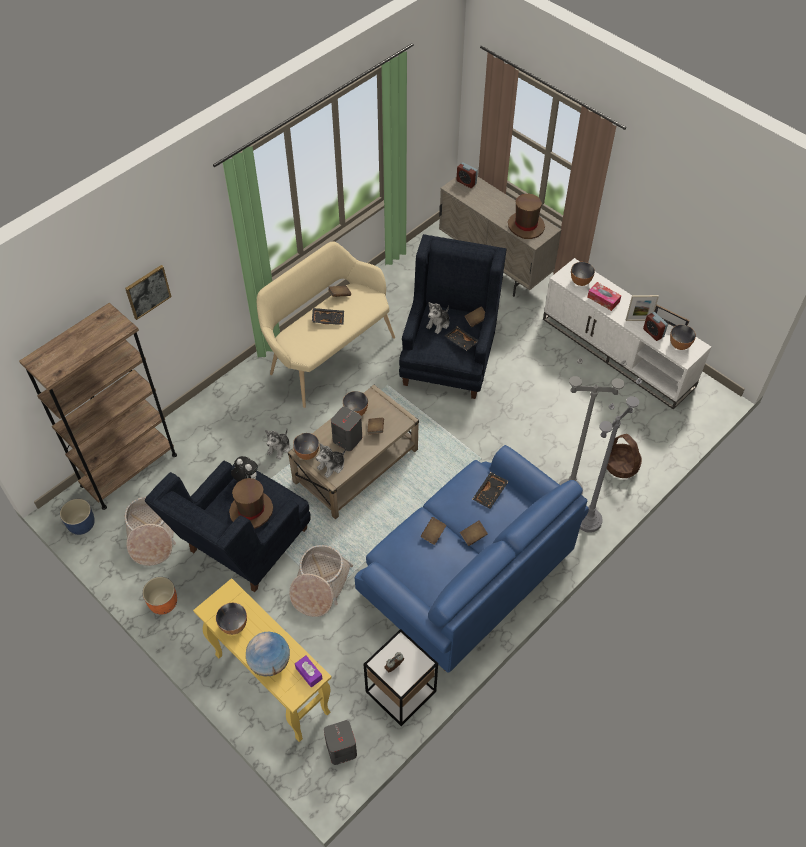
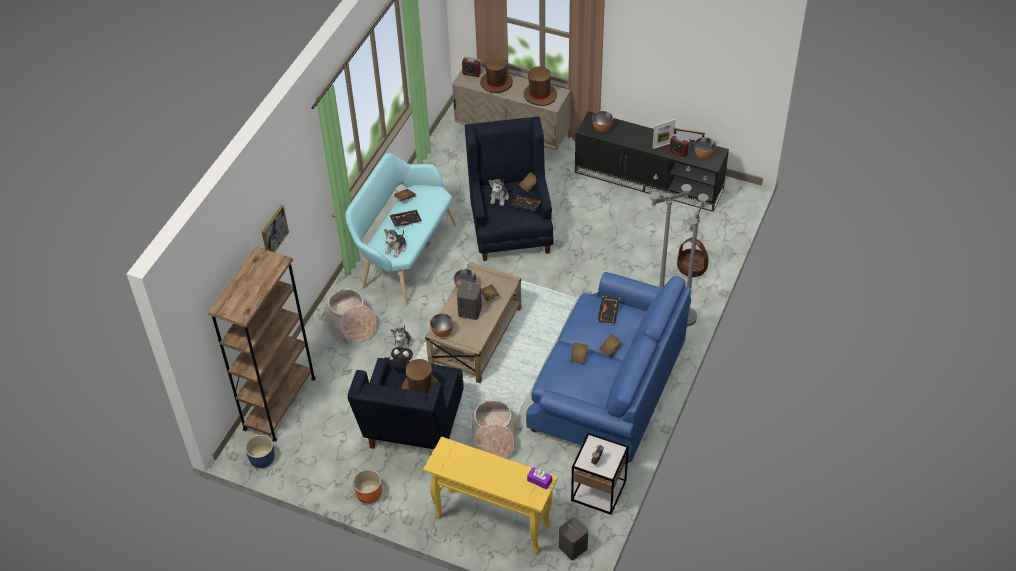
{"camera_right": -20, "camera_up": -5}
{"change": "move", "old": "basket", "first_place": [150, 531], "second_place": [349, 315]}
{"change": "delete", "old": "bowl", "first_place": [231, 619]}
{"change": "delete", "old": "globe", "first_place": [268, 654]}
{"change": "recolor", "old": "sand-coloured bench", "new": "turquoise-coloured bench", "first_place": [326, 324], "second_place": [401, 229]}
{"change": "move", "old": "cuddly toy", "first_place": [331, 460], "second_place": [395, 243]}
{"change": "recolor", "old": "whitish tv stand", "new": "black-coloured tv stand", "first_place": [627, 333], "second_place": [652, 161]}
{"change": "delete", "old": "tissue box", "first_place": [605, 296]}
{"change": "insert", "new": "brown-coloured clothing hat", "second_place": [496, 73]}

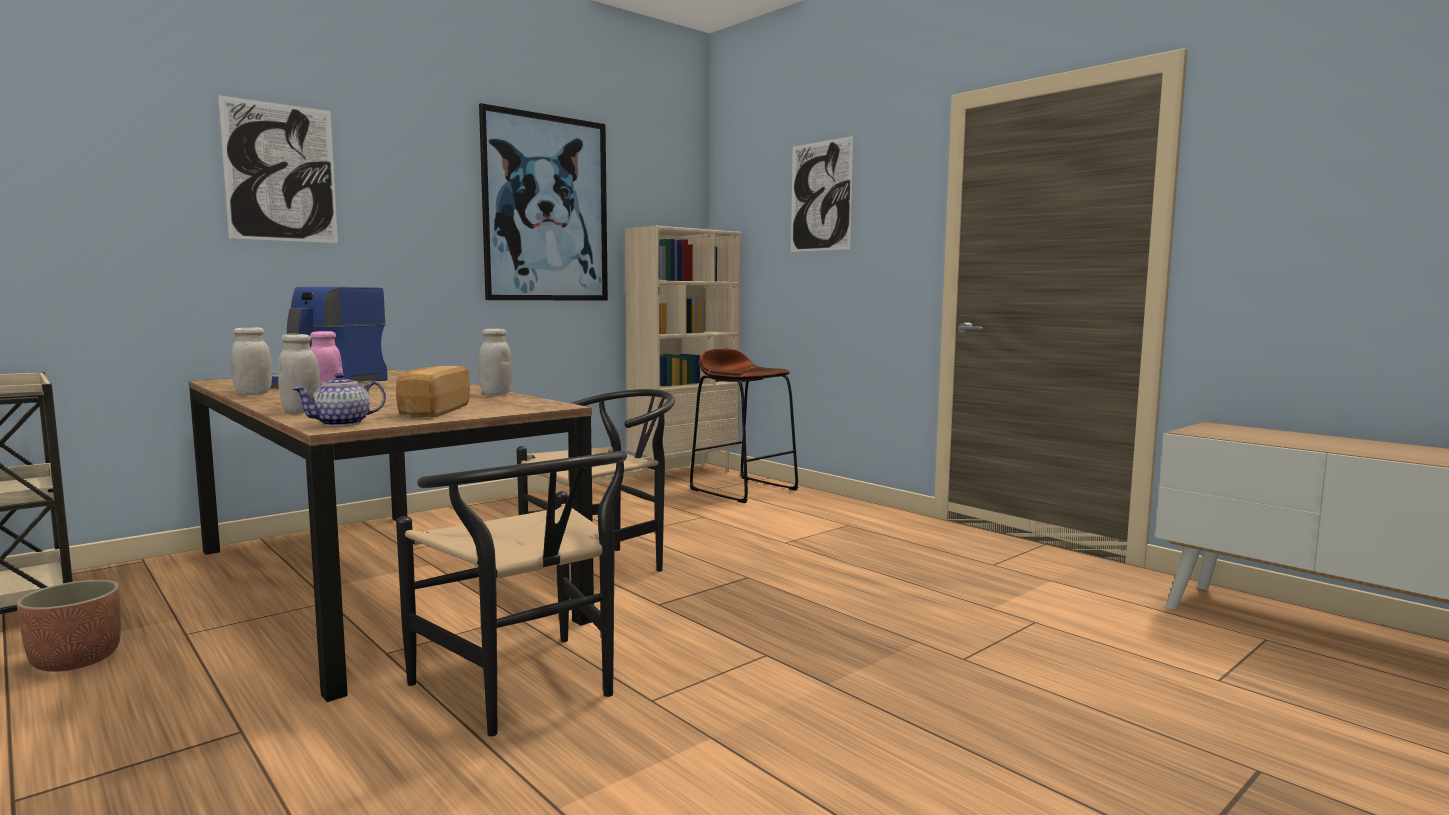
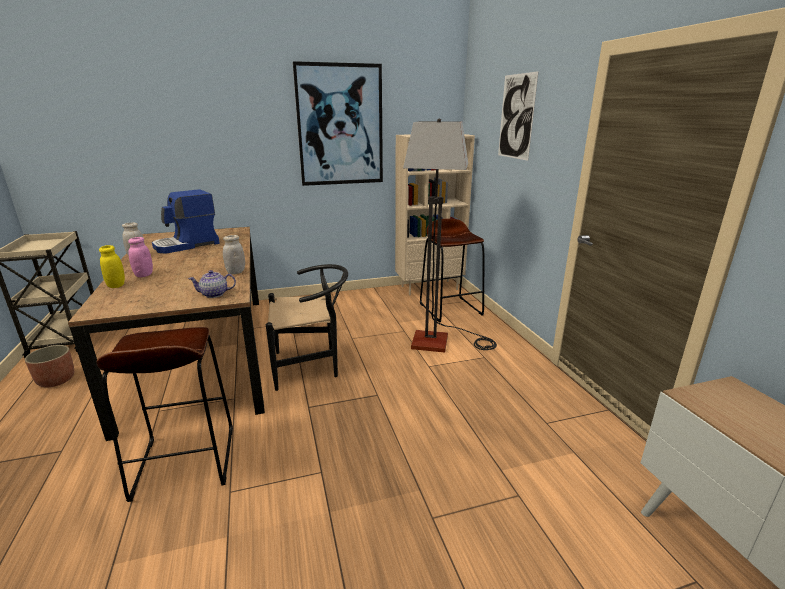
{"camera_right": 25, "camera_up": 15}
{"change": "delete", "old": "picture", "first_place": [278, 169]}
{"change": "recolor", "old": "whitish preserve jar", "new": "yellowish preserve jar", "first_place": [299, 373], "second_place": [112, 266]}
{"change": "move", "old": "tea pot", "first_place": [339, 400], "second_place": [212, 284]}
{"change": "delete", "old": "bread", "first_place": [433, 391]}
{"change": "replace", "old": "black-coloured plain chair", "new": "brown-coloured stool", "first_place": [511, 594], "second_place": [165, 414]}
{"change": "insert", "new": "floor lamp", "second_place": [450, 235]}

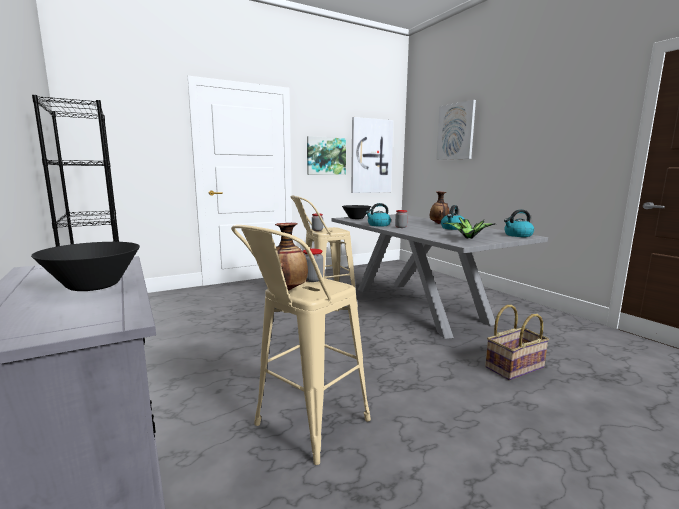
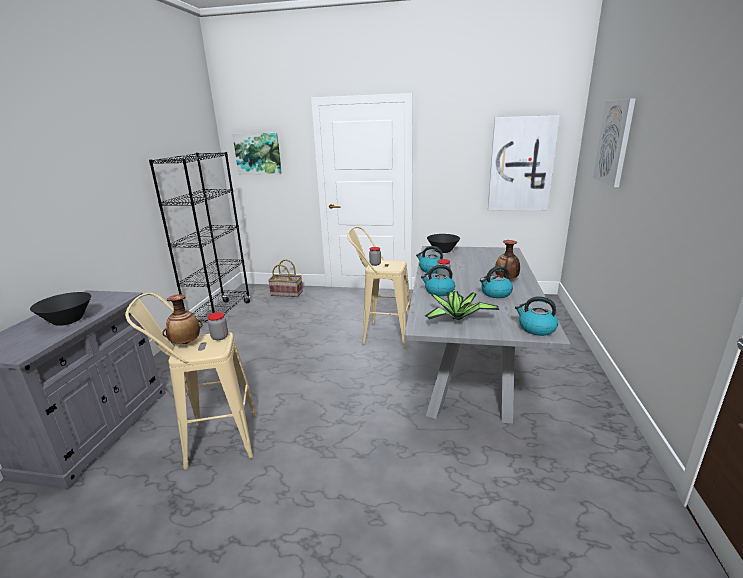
{"camera_right": 40, "camera_up": 10}
{"change": "move", "old": "picture", "first_place": [326, 155], "second_place": [257, 154]}
{"change": "move", "old": "basket", "first_place": [517, 342], "second_place": [285, 278]}
{"change": "insert", "new": "water kettle", "second_place": [438, 280]}

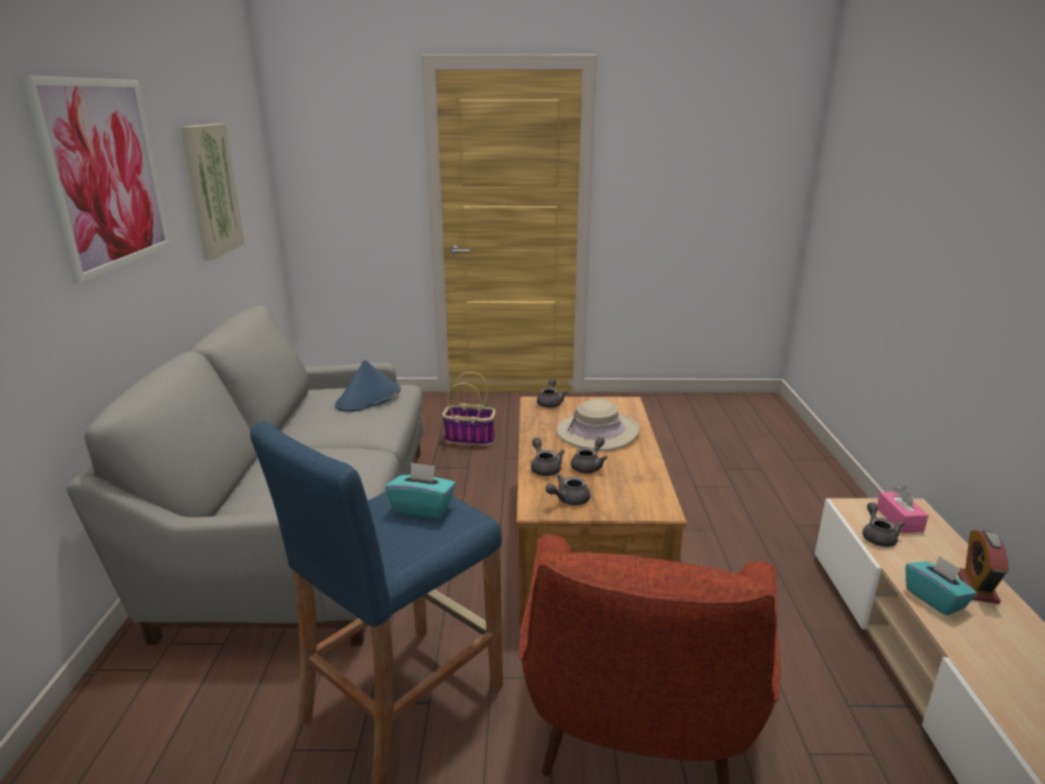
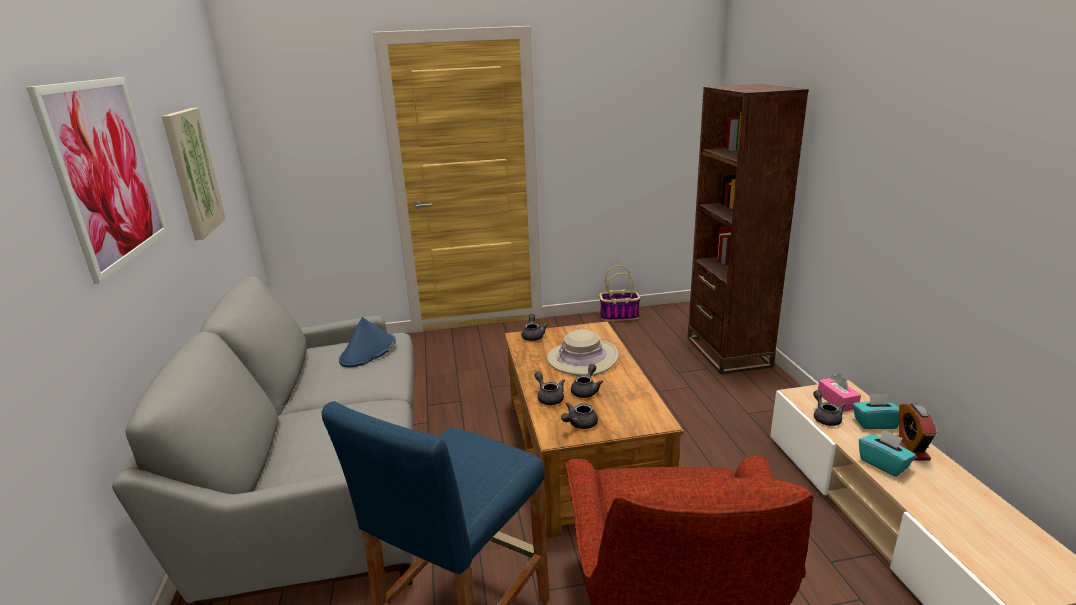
{"camera_right": -10, "camera_up": 0}
{"change": "move", "old": "turquoise-coloured tissue box", "first_place": [421, 490], "second_place": [876, 411]}
{"change": "move", "old": "basket", "first_place": [468, 409], "second_place": [619, 293]}
{"change": "insert", "new": "brown-coloured shelving unit", "second_place": [748, 229]}

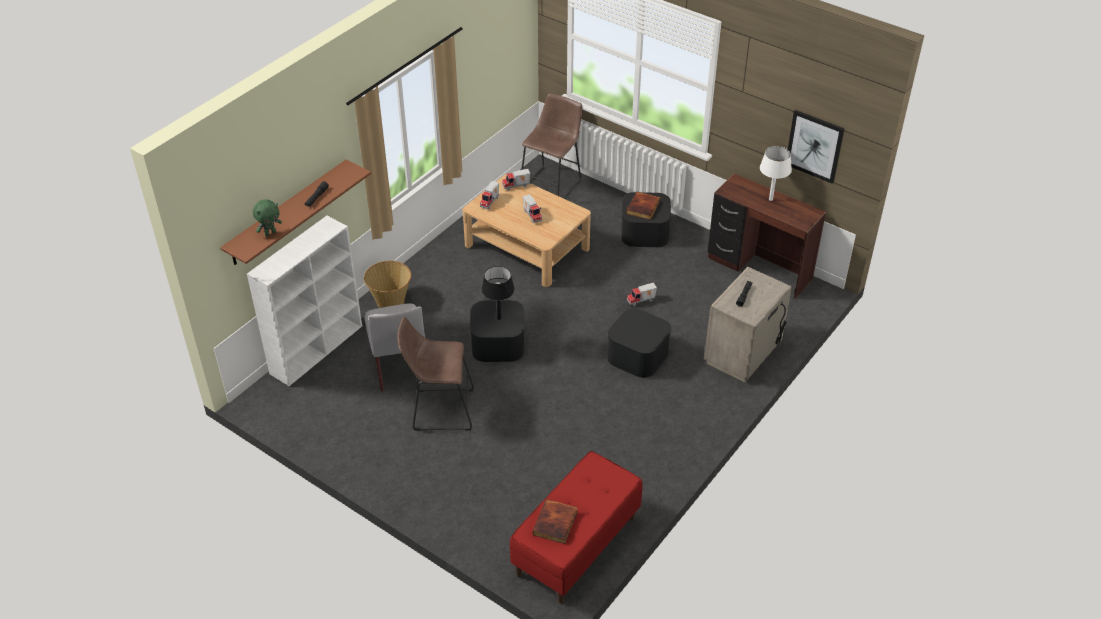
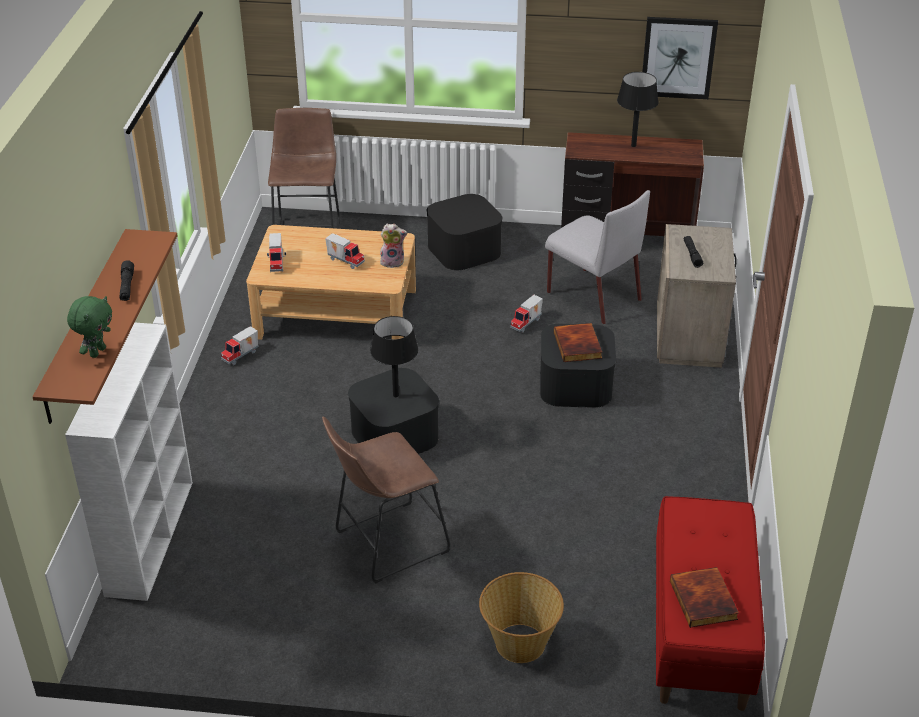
{"camera_right": -30, "camera_up": -5}
{"change": "move", "old": "basket", "first_place": [387, 284], "second_place": [521, 617]}
{"change": "move", "old": "gray plain chair", "first_place": [394, 347], "second_place": [597, 257]}
{"change": "move", "old": "toy truck", "first_place": [516, 180], "second_place": [240, 345]}
{"change": "move", "old": "bound book", "first_place": [643, 206], "second_place": [578, 342]}
{"change": "recolor", "old": "whitish tabletop lamp", "new": "black-coloured tabletop lamp", "first_place": [776, 173], "second_place": [638, 109]}
{"change": "insert", "new": "cuddly toy", "second_place": [393, 246]}

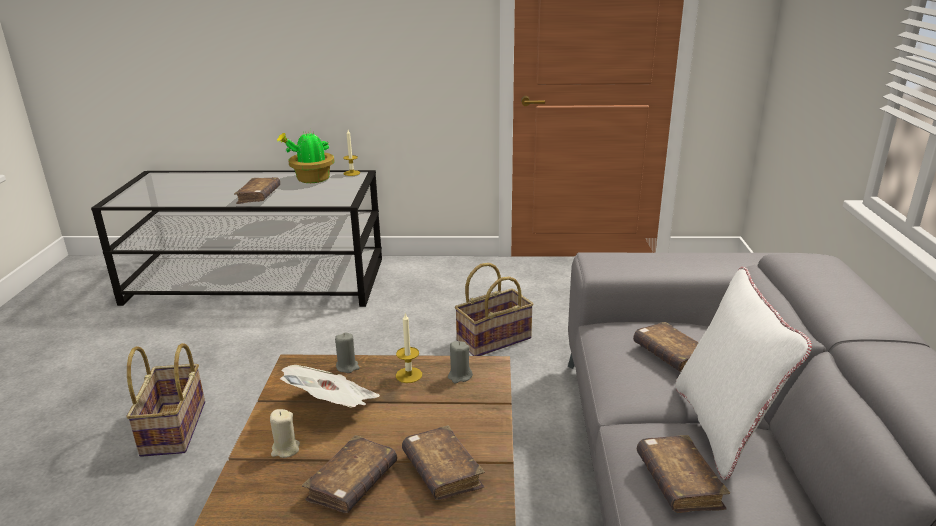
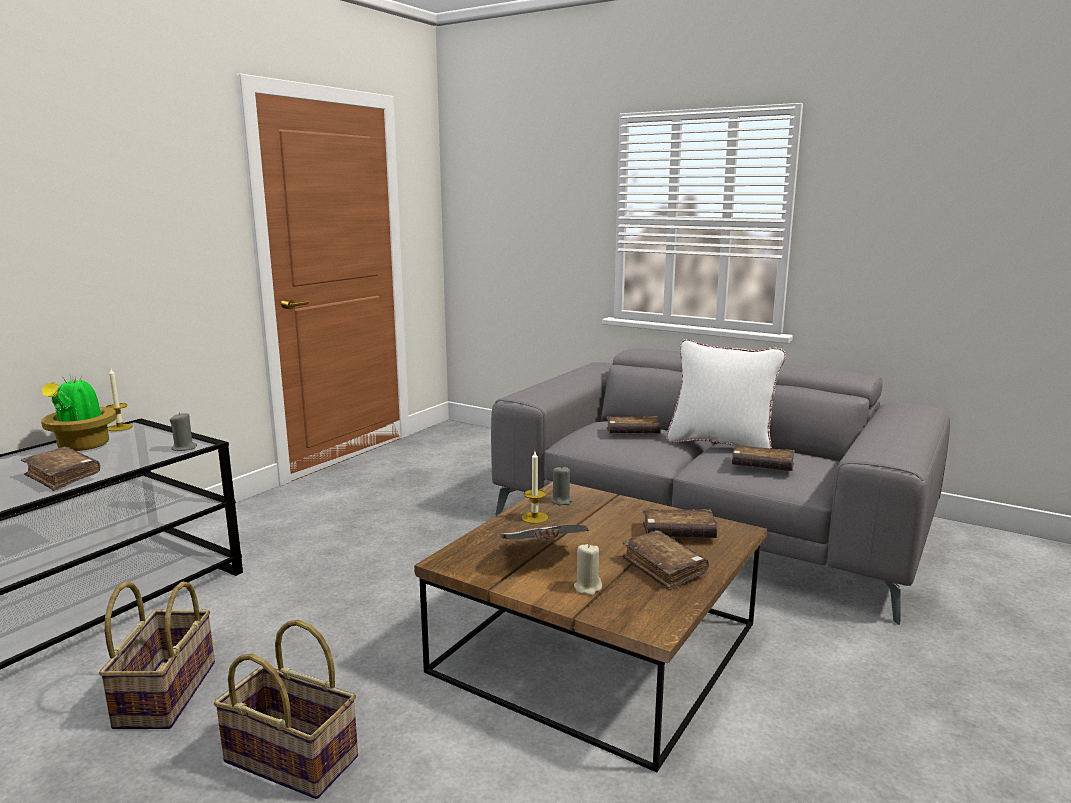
{"camera_right": -60, "camera_up": -10}
{"change": "move", "old": "gray wax candle", "first_place": [347, 352], "second_place": [183, 431]}
{"change": "move", "old": "basket", "first_place": [494, 309], "second_place": [157, 655]}

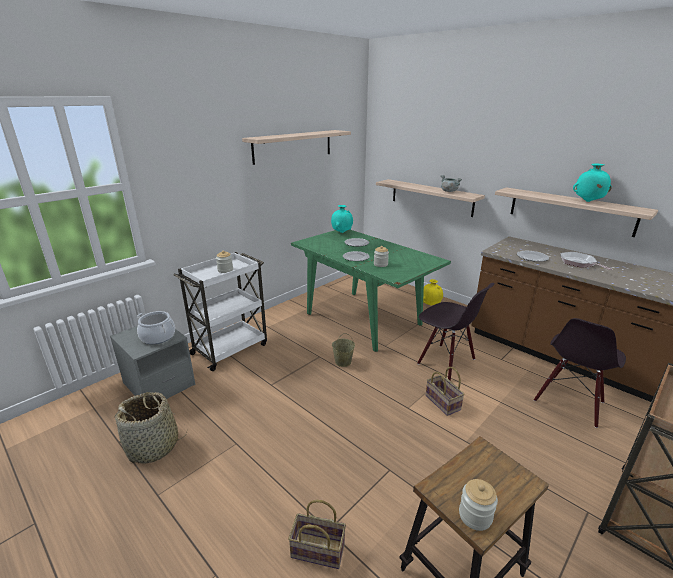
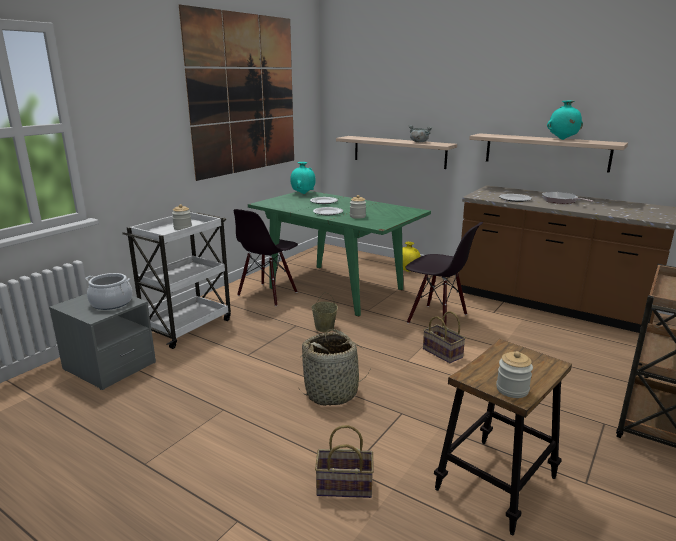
{"camera_right": -10, "camera_up": -5}
{"change": "move", "old": "basket", "first_place": [150, 428], "second_place": [334, 367]}
{"change": "replace", "old": "bracket shelf", "new": "picture", "first_place": [296, 147], "second_place": [236, 93]}
{"change": "move", "old": "black-coloured plain chair", "first_place": [580, 373], "second_place": [265, 257]}

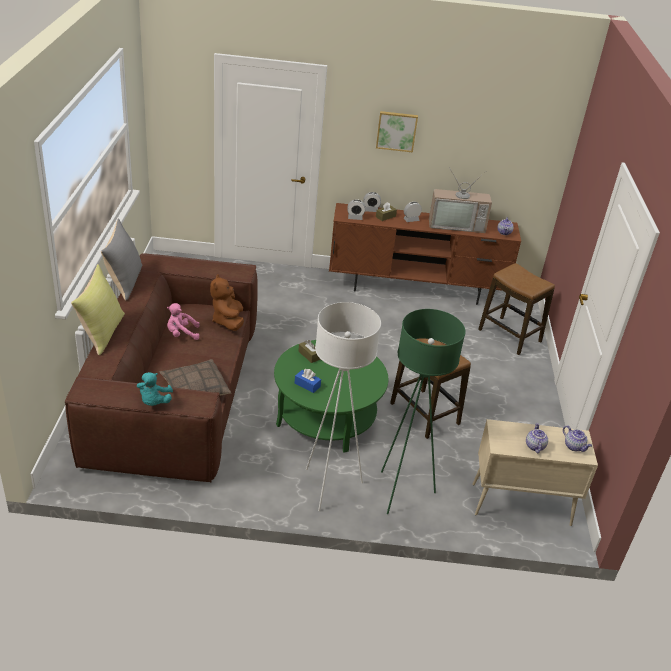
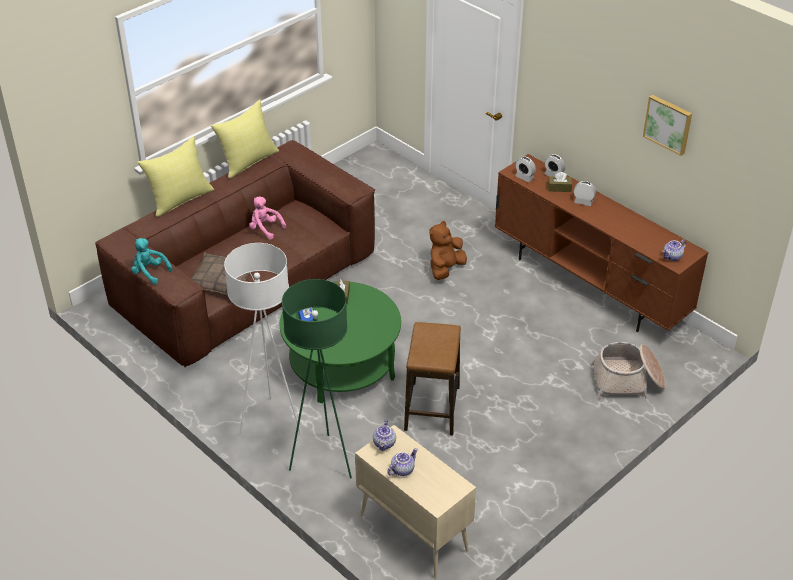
{"camera_right": 45, "camera_up": 5}
{"change": "recolor", "old": "gray cushion", "new": "yellowish cushion", "first_place": [121, 259], "second_place": [245, 138]}
{"change": "rotate", "old": "turquoise-coloured cuddly toy", "first_place": [155, 389], "second_place": [151, 261], "degrees": 75}
{"change": "move", "old": "brown-coloured cuddly toy", "first_place": [227, 302], "second_place": [448, 250]}
{"change": "move", "old": "picture", "first_place": [397, 131], "second_place": [667, 125]}
{"change": "delete", "old": "television", "first_place": [460, 200]}
{"change": "replace", "old": "stool", "new": "basket", "first_place": [516, 309], "second_place": [628, 370]}
{"change": "move", "old": "tea pot", "first_place": [577, 439], "second_place": [384, 435]}

